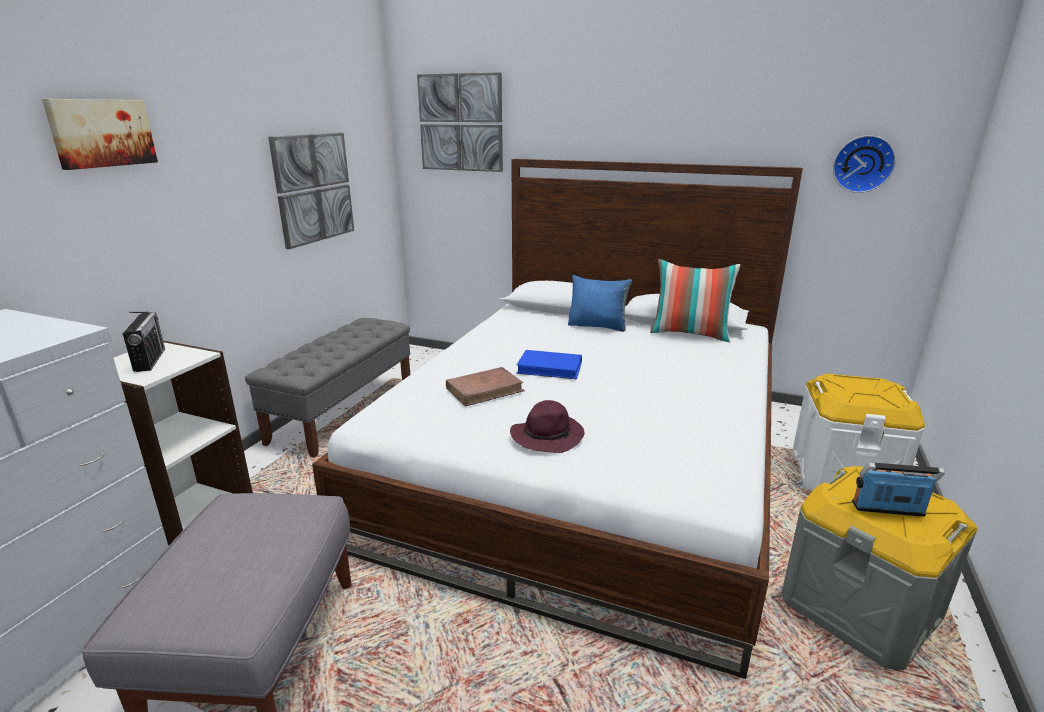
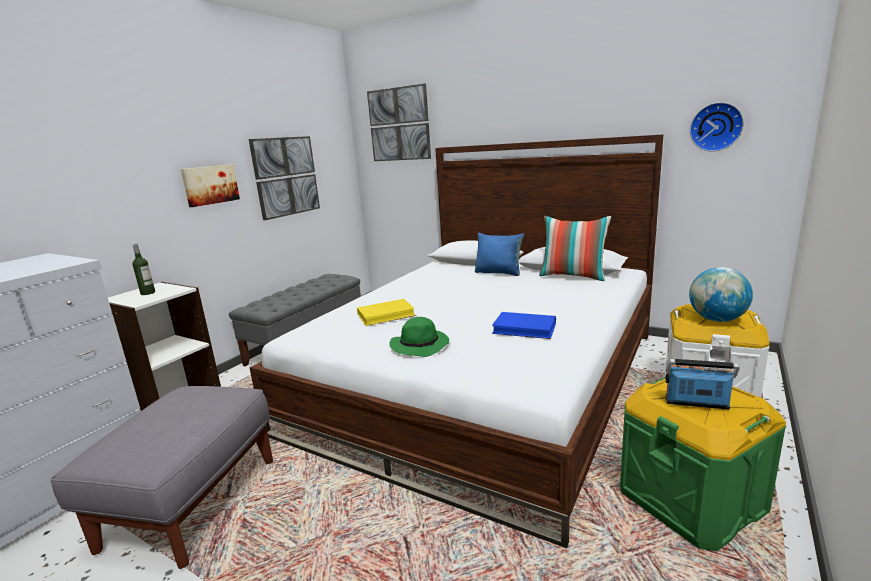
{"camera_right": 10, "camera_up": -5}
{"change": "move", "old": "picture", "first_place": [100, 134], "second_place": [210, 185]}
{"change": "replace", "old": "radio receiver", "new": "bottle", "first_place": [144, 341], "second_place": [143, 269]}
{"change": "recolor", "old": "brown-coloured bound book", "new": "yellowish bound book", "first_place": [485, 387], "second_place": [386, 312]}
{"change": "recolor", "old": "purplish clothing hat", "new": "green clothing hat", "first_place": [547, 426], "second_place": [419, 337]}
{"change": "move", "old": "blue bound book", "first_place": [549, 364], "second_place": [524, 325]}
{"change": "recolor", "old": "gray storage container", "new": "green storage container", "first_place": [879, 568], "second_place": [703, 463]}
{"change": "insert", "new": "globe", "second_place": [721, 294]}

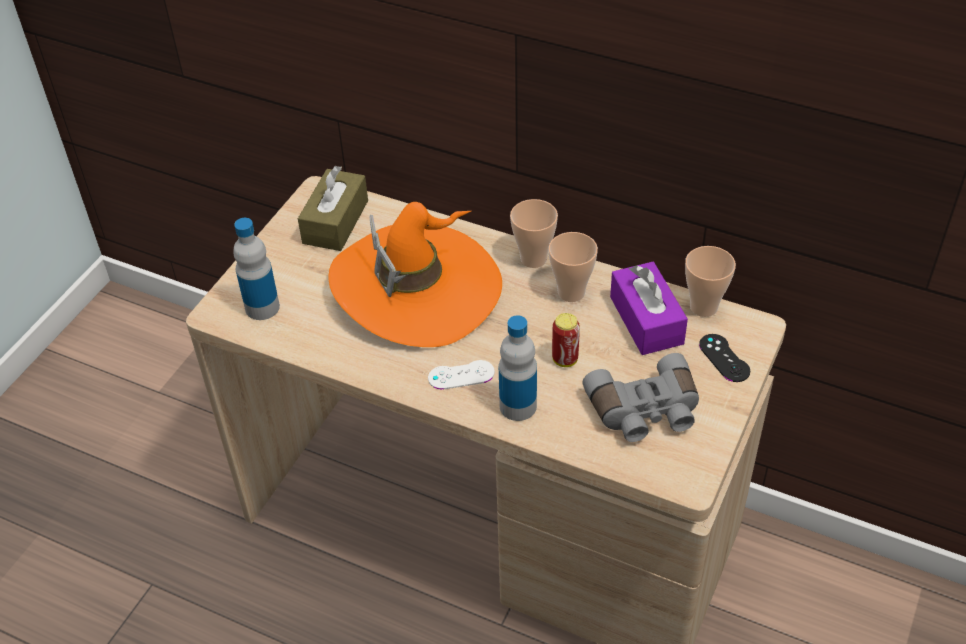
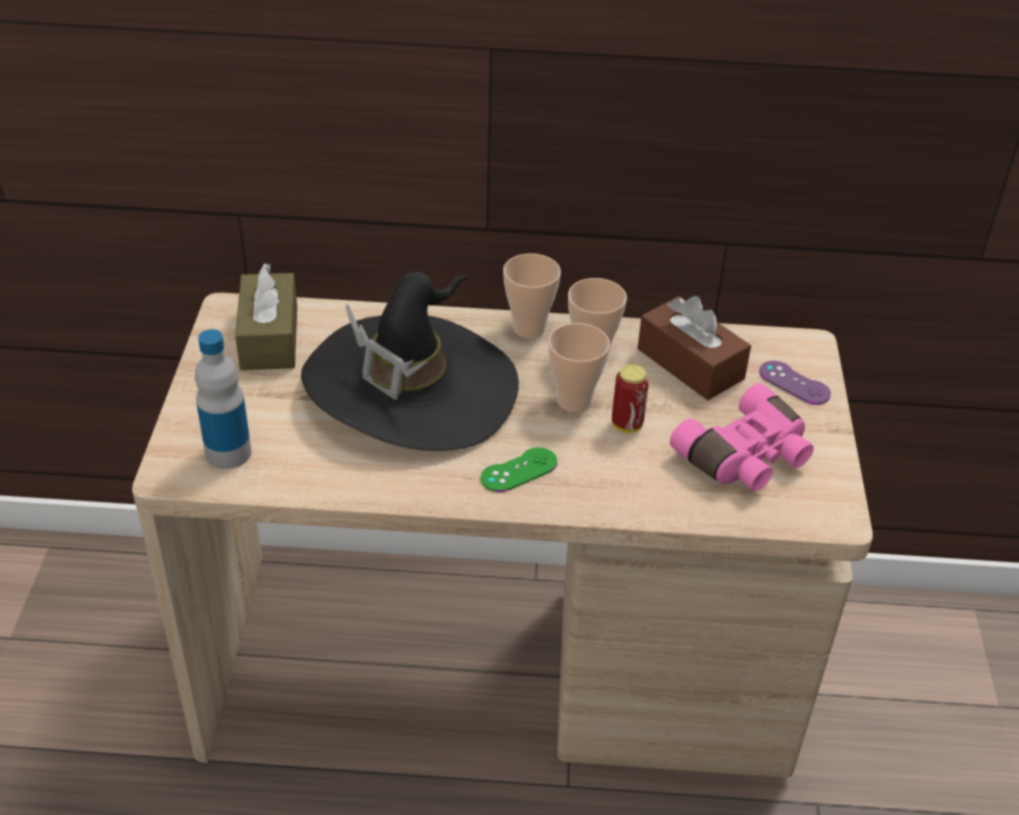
{"camera_right": -25, "camera_up": -5}
{"change": "recolor", "old": "orange clothing hat", "new": "black-coloured clothing hat", "first_place": [415, 274], "second_place": [410, 361]}
{"change": "recolor", "old": "whitish game controller", "new": "green game controller", "first_place": [461, 375], "second_place": [519, 469]}
{"change": "delete", "old": "bottle", "first_place": [518, 368]}
{"change": "recolor", "old": "gray pair of binoculars", "new": "pinkish pair of binoculars", "first_place": [640, 397], "second_place": [742, 437]}
{"change": "recolor", "old": "purplish tissue box", "new": "brown-coloured tissue box", "first_place": [649, 308], "second_place": [694, 348]}
{"change": "move", "old": "cup", "first_place": [710, 281], "second_place": [579, 367]}
{"change": "recolor", "old": "black-coloured game controller", "new": "purplish game controller", "first_place": [724, 358], "second_place": [795, 383]}

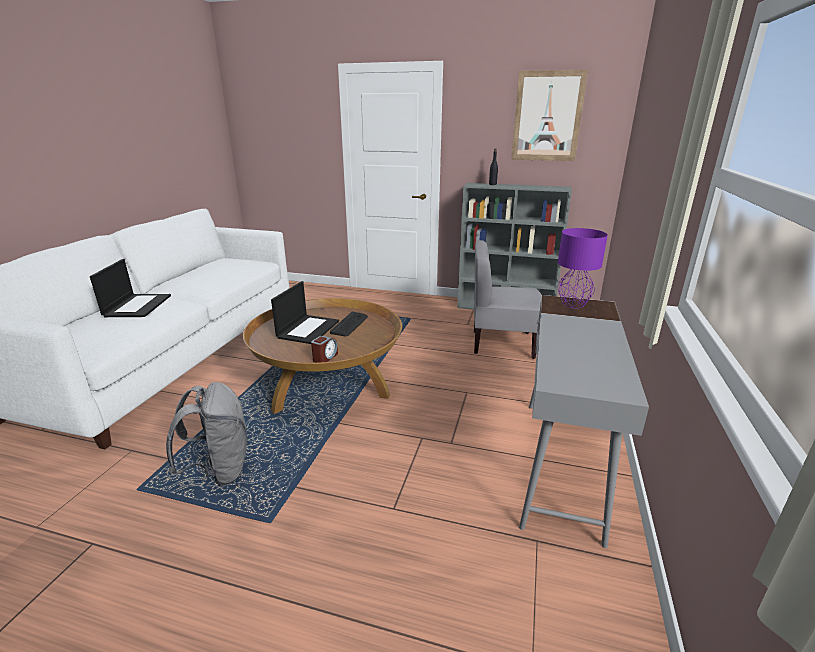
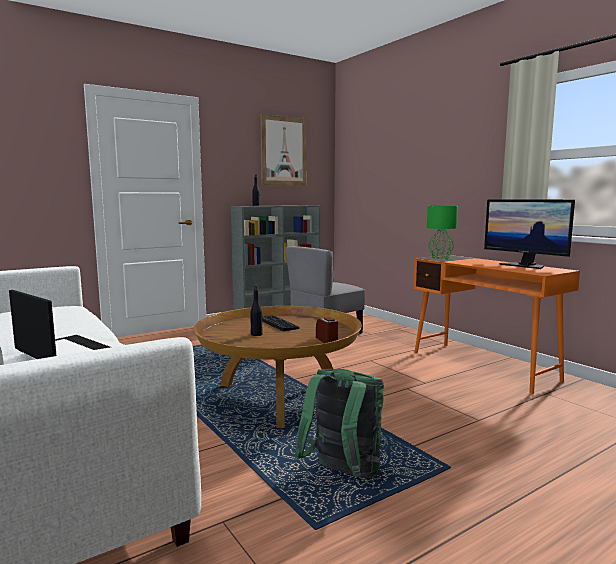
{"camera_right": -50, "camera_up": -15}
{"change": "recolor", "old": "gray backpack", "new": "green backpack", "first_place": [206, 434], "second_place": [339, 423]}
{"change": "replace", "old": "portable computer", "new": "black-coloured bottle", "first_place": [305, 312], "second_place": [256, 310]}
{"change": "recolor", "old": "gray desk", "new": "orange desk", "first_place": [584, 421], "second_place": [496, 324]}
{"change": "recolor", "old": "purplish tabletop lamp", "new": "green tabletop lamp", "first_place": [583, 268], "second_place": [442, 232]}
{"change": "insert", "new": "computer screen", "second_place": [529, 234]}

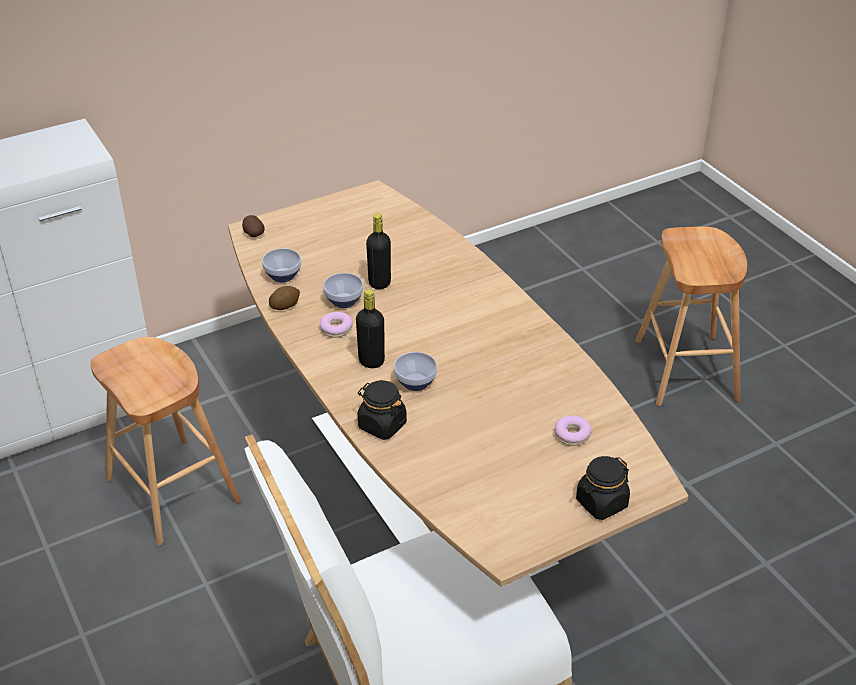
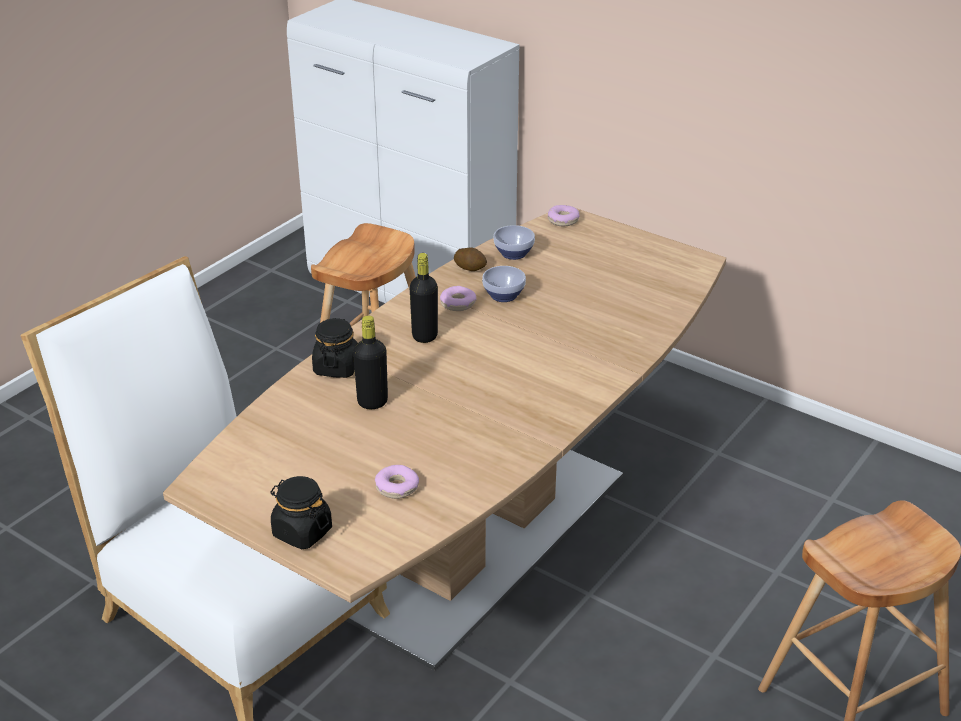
{"camera_right": 65, "camera_up": -5}
{"change": "replace", "old": "potato", "new": "doughnut", "first_place": [253, 226], "second_place": [563, 215]}
{"change": "move", "old": "black-coloured bottle", "first_place": [378, 251], "second_place": [370, 362]}
{"change": "delete", "old": "bowl", "first_place": [415, 371]}

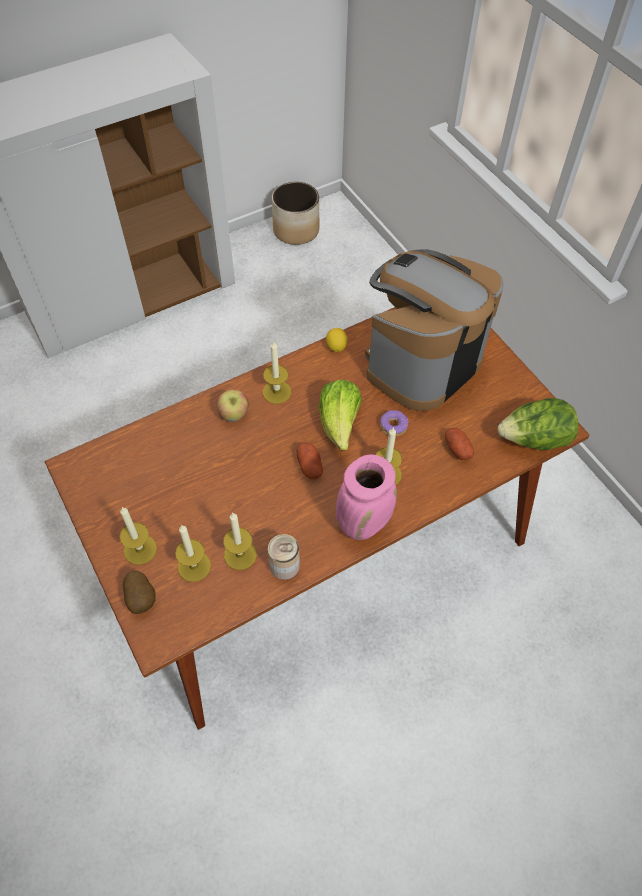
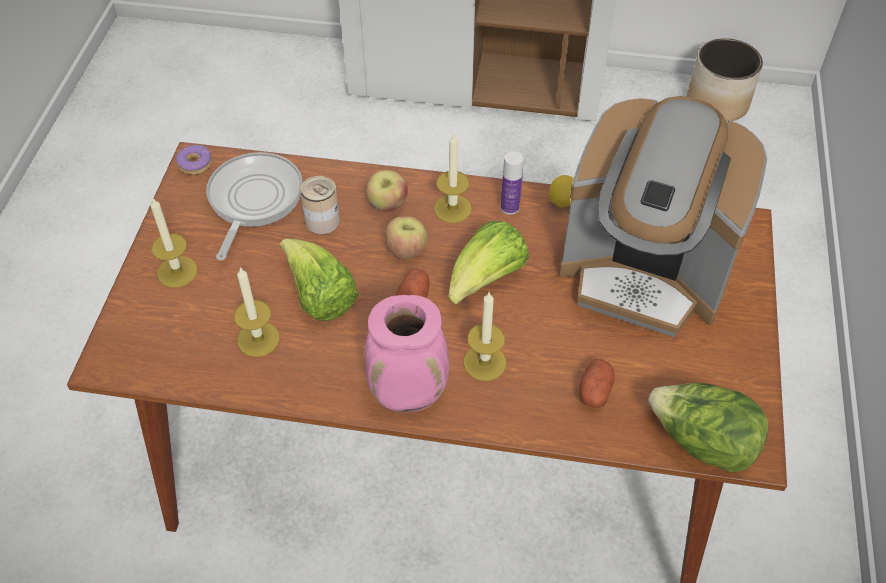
{"camera_right": 40, "camera_up": -5}
{"change": "delete", "old": "potato", "first_place": [139, 592]}
{"change": "delete", "old": "wax candle", "first_place": [193, 553]}
{"change": "move", "old": "metal can", "first_place": [284, 557], "second_place": [320, 205]}
{"change": "rotate", "old": "coffee maker", "first_place": [434, 330], "second_place": [663, 216], "degrees": -150}
{"change": "move", "old": "doughnut", "first_place": [394, 423], "second_place": [194, 160]}
{"change": "insert", "new": "skillet", "second_place": [254, 206]}
{"change": "insert", "new": "lettuce head", "second_place": [319, 279]}
{"change": "insert", "new": "whole apple", "second_place": [406, 238]}
{"change": "insert", "new": "bottle", "second_place": [512, 183]}

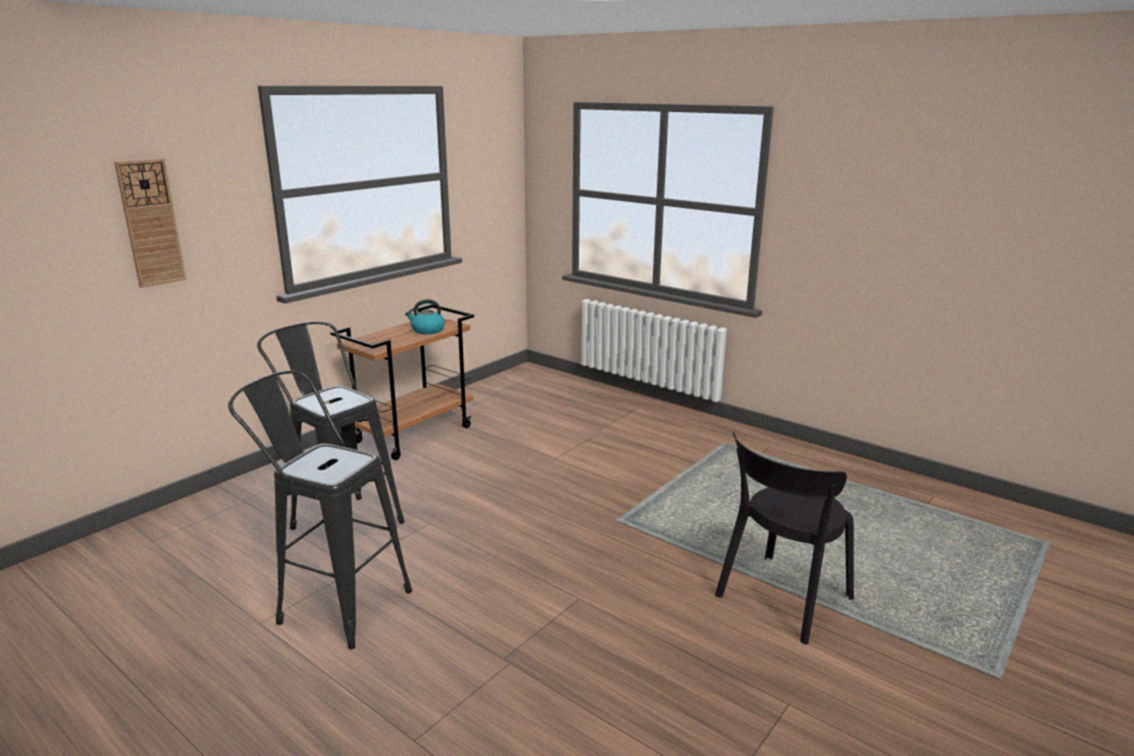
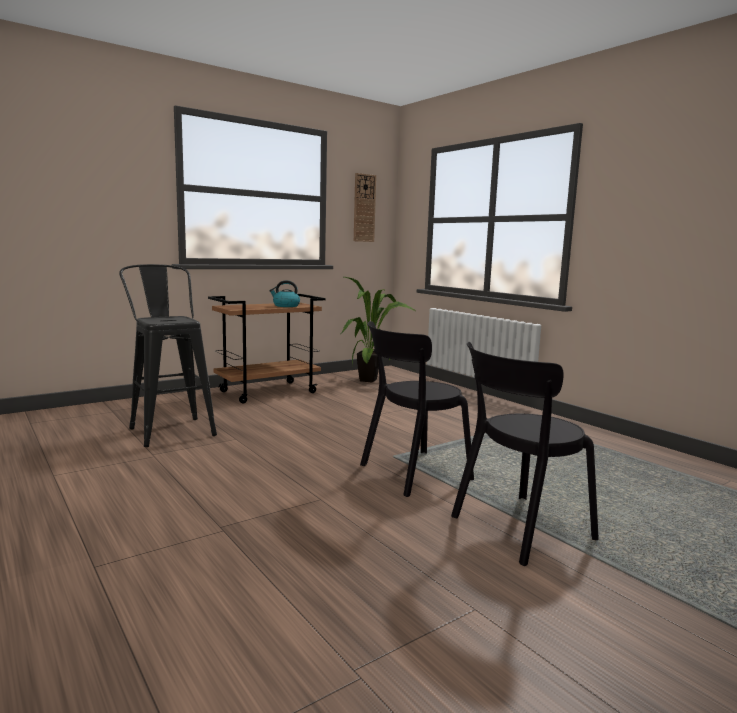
{"camera_right": 15, "camera_up": -10}
{"change": "move", "old": "clock on the wall", "first_place": [150, 223], "second_place": [365, 207]}
{"change": "delete", "old": "black-coloured stool", "first_place": [320, 510]}
{"change": "insert", "new": "potted plant", "second_place": [379, 330]}
{"change": "insert", "new": "black-coloured plain chair", "second_place": [417, 409]}

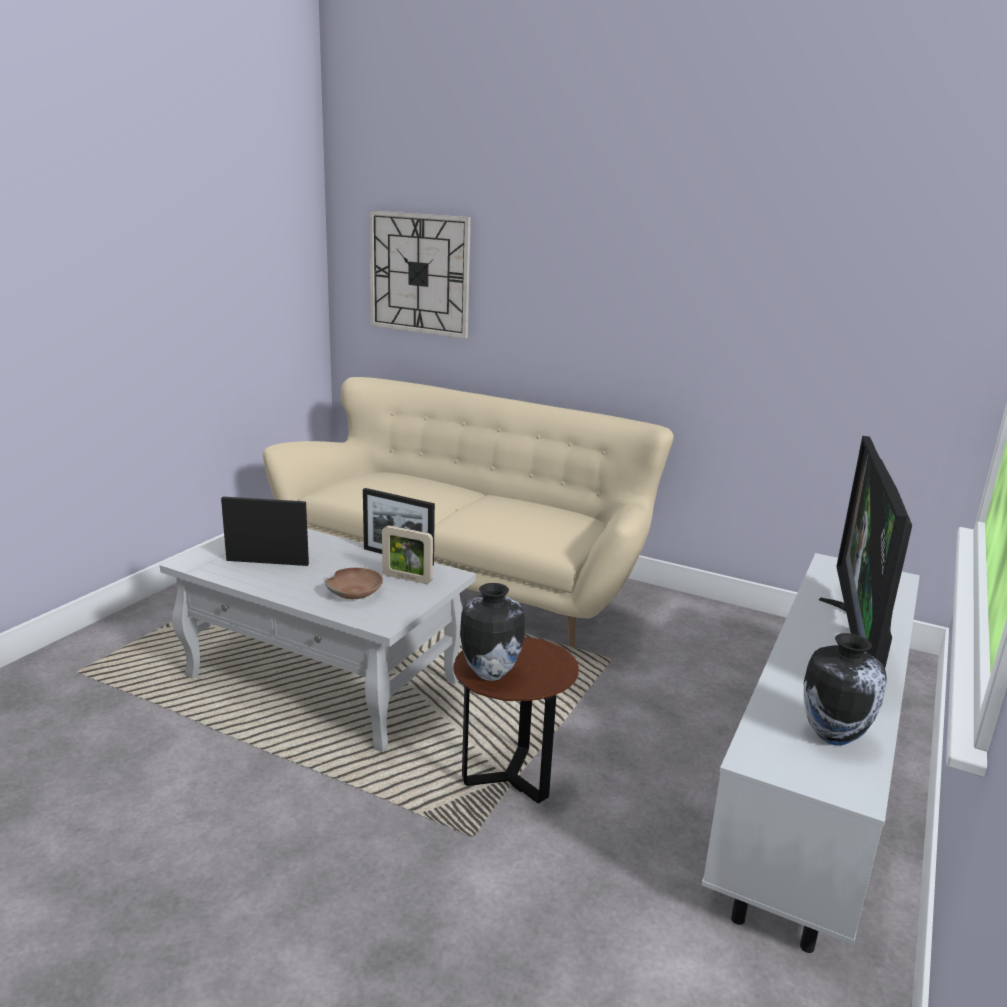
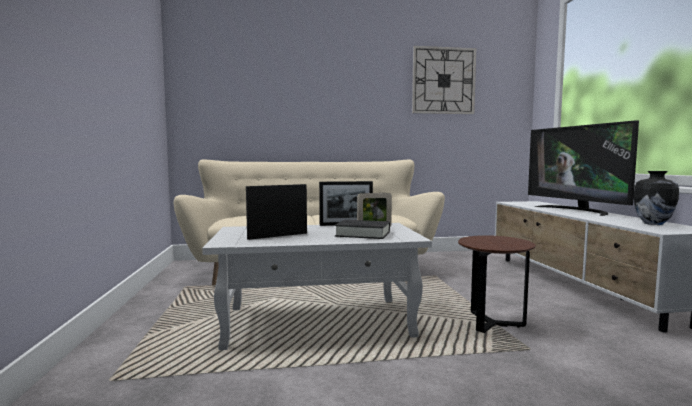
{"camera_right": -35, "camera_up": -15}
{"change": "replace", "old": "brown-coloured bowl", "new": "black-coloured bound book", "first_place": [354, 583], "second_place": [362, 229]}
{"change": "move", "old": "clock on the wall", "first_place": [420, 275], "second_place": [444, 80]}
{"change": "delete", "old": "flower vase", "first_place": [492, 632]}

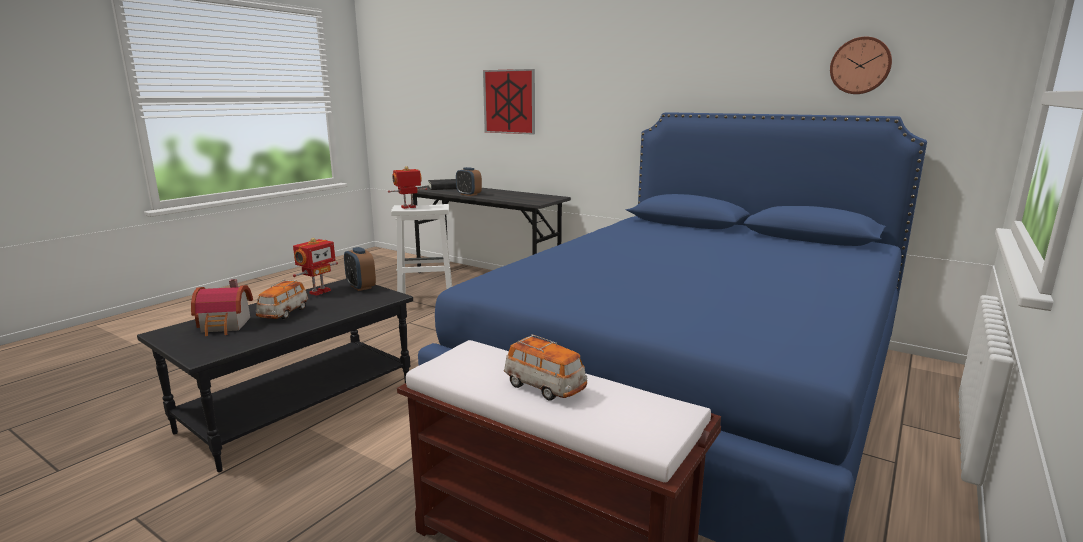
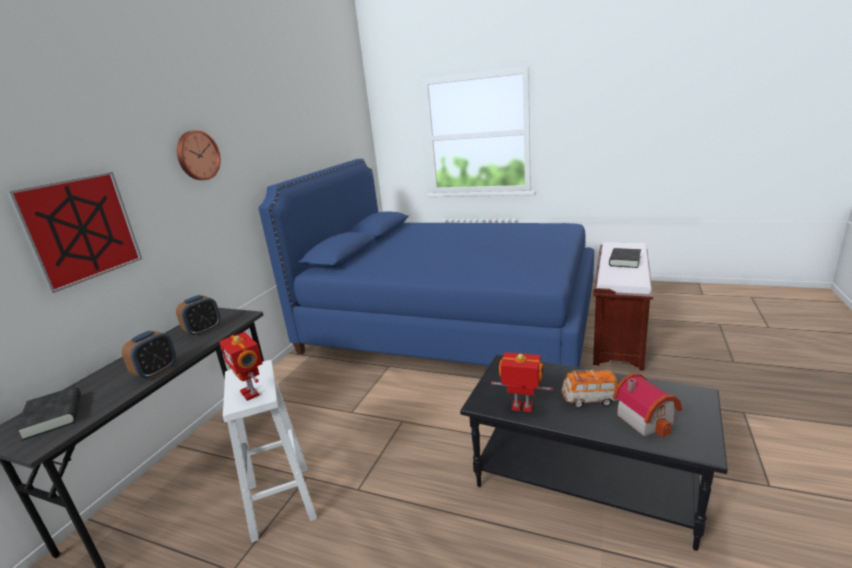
{"camera_right": -100, "camera_up": 5}
{"change": "move", "old": "alarm clock", "first_place": [360, 269], "second_place": [198, 315]}
{"change": "replace", "old": "model car", "new": "black-coloured bound book", "first_place": [545, 367], "second_place": [625, 258]}
{"change": "move", "old": "clock on the wall", "first_place": [861, 65], "second_place": [199, 155]}

